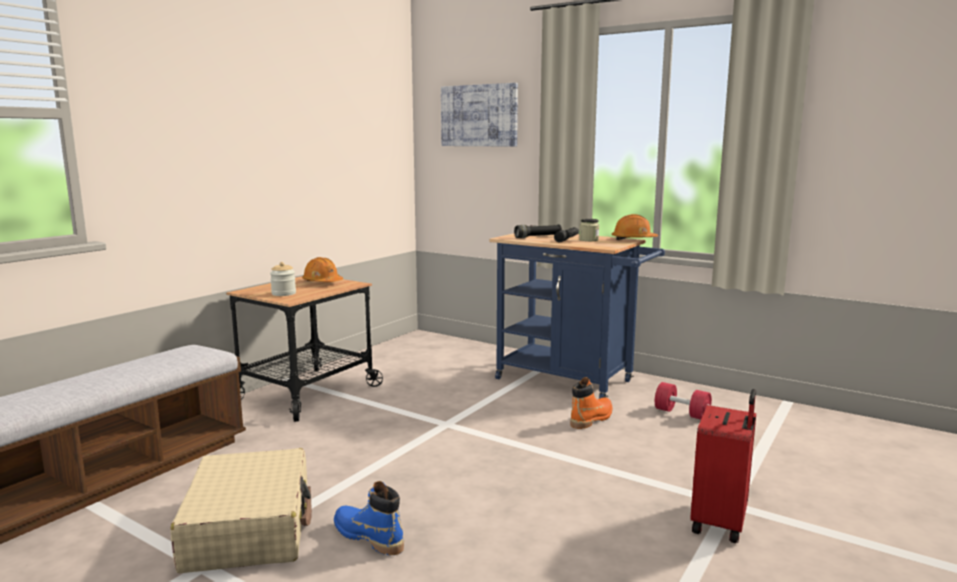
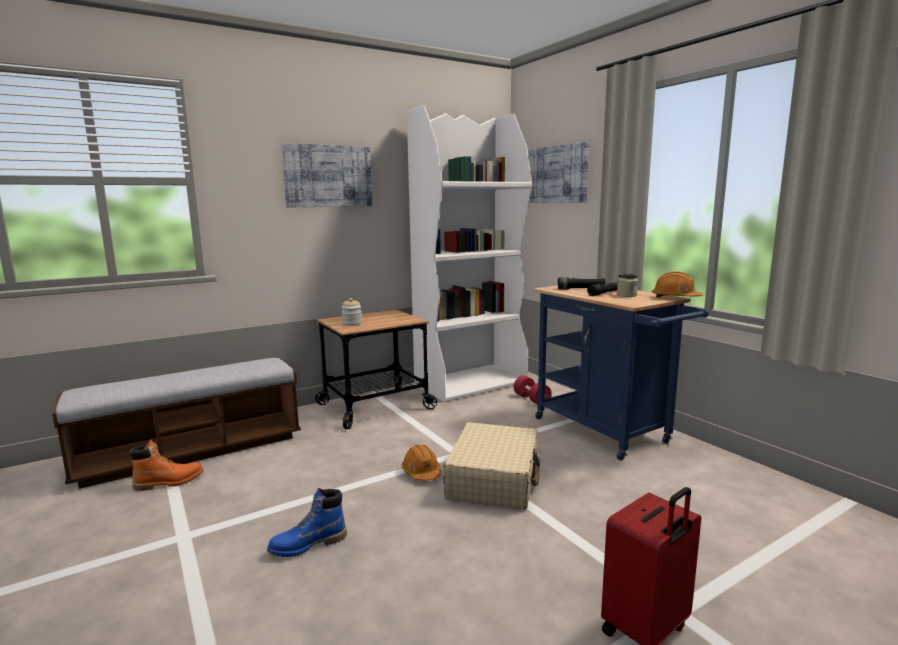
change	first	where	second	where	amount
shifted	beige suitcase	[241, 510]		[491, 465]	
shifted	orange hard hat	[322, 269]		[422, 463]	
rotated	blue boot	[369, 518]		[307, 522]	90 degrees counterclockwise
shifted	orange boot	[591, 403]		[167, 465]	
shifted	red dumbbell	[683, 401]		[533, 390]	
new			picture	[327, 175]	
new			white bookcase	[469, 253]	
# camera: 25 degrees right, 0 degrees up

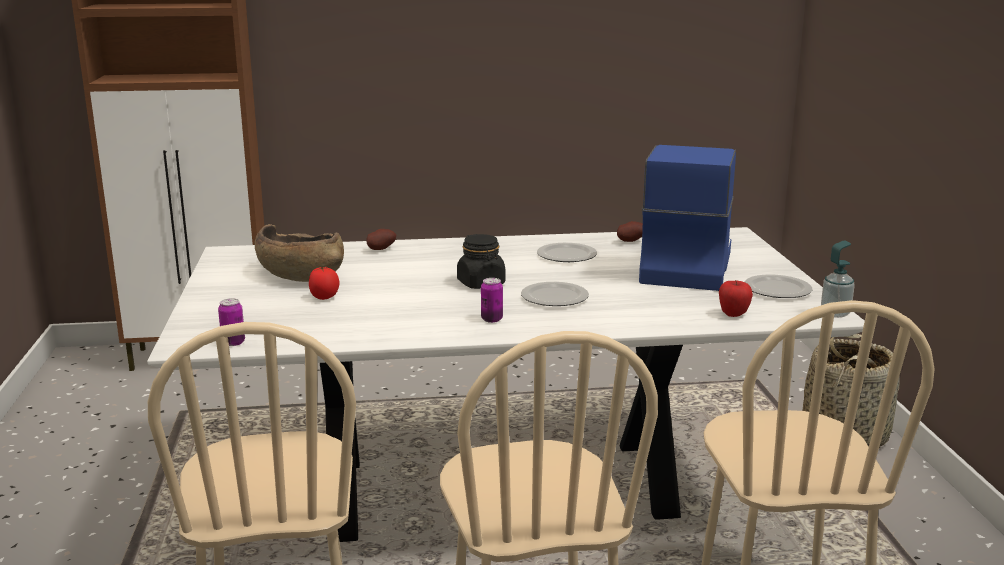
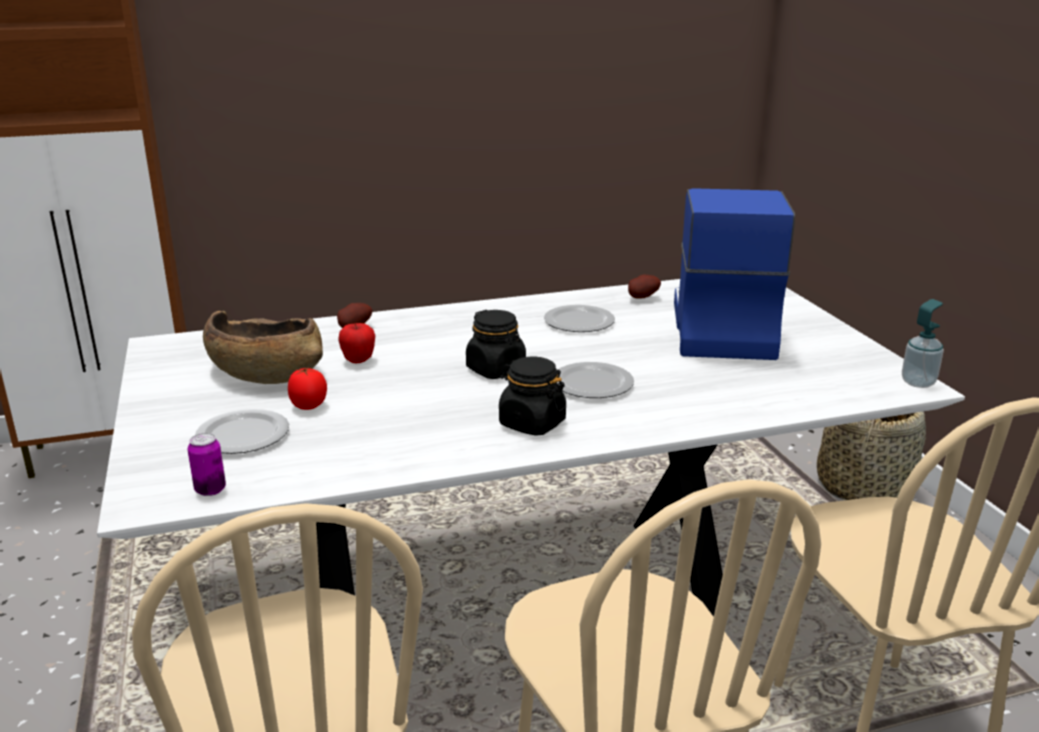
change	first	where	second	where	amount
swapped	can	[492, 300]	black jar	[532, 396]	
shifted	apple	[736, 299]		[356, 343]	
shifted	plate	[778, 286]		[242, 431]	
# camera: 10 degrees left, 5 degrees up

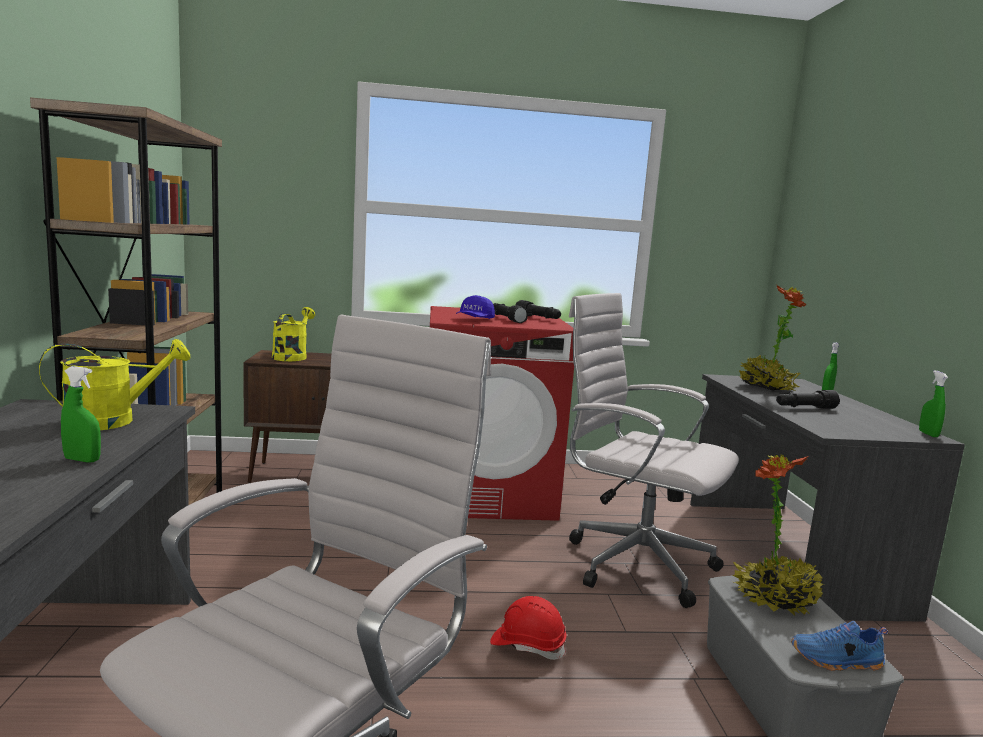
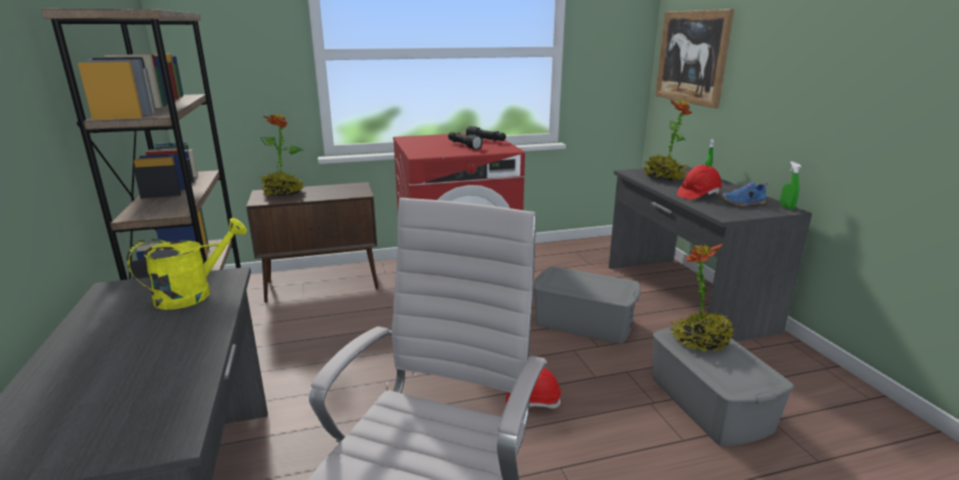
change	first	where	second	where	amount
gone	green spray bottle	[81, 414]			
swapped	yellow watering can	[293, 334]	potted plant	[282, 154]	
gone	blue cap	[475, 307]			
swapped	white office chair	[654, 450]	grey storage box	[587, 305]	
swapped	black flashlight	[808, 399]	red hard hat	[699, 182]	
shifted	blue shoe	[839, 646]		[745, 194]	
new			picture	[694, 58]	
# camera: 10 degrees left, 10 degrees up

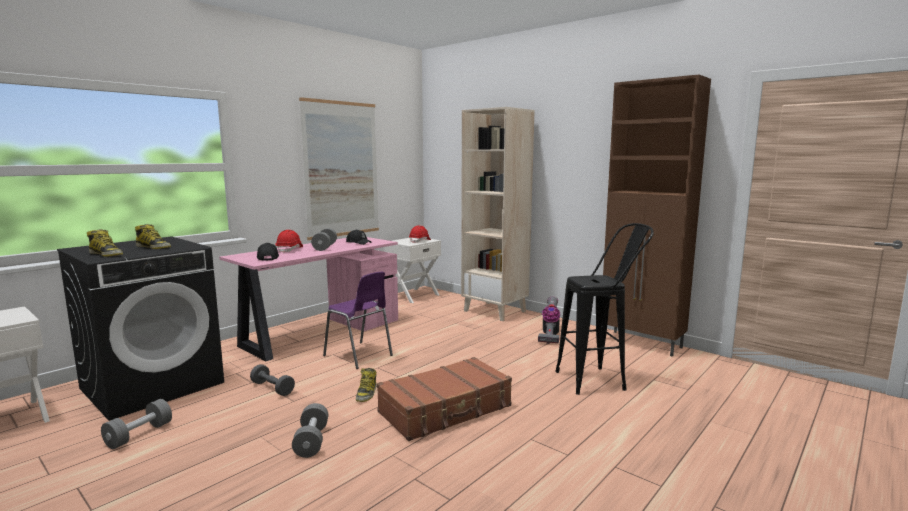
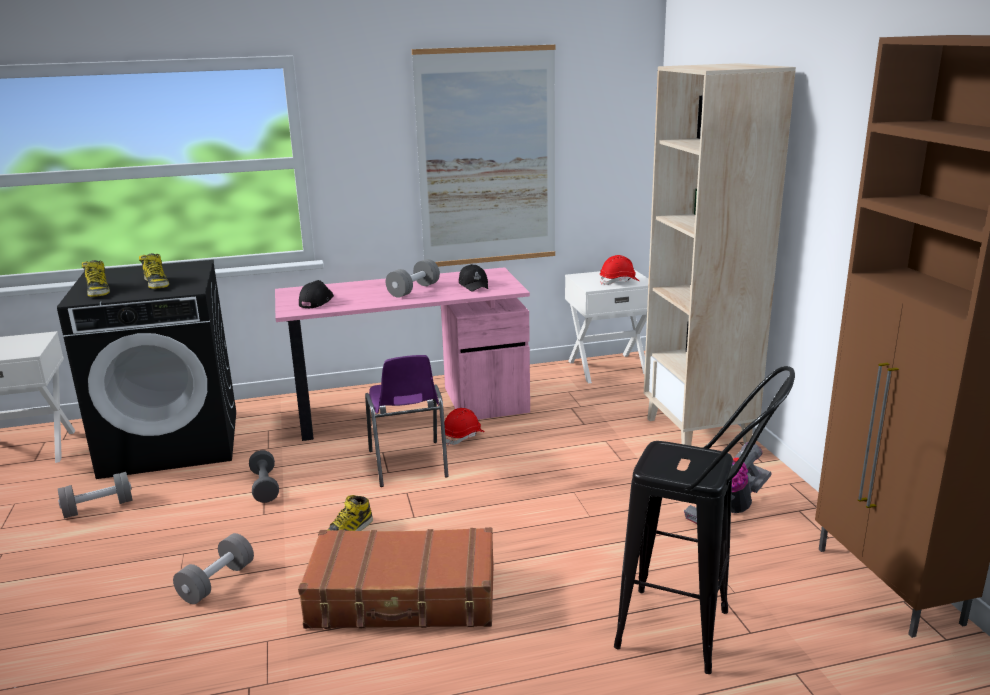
change	first	where	second	where	amount
shifted	red hard hat	[289, 241]		[464, 427]	
# camera: 35 degrees right, 10 degrees up

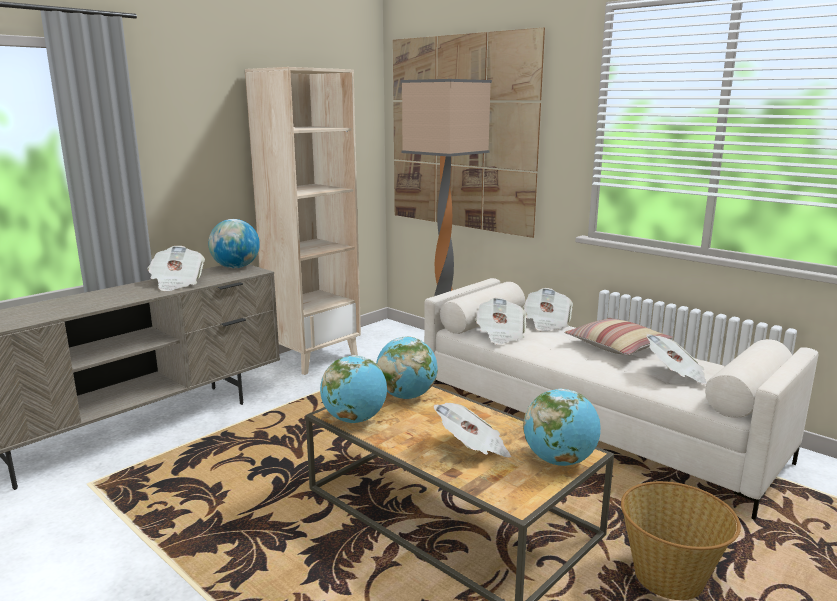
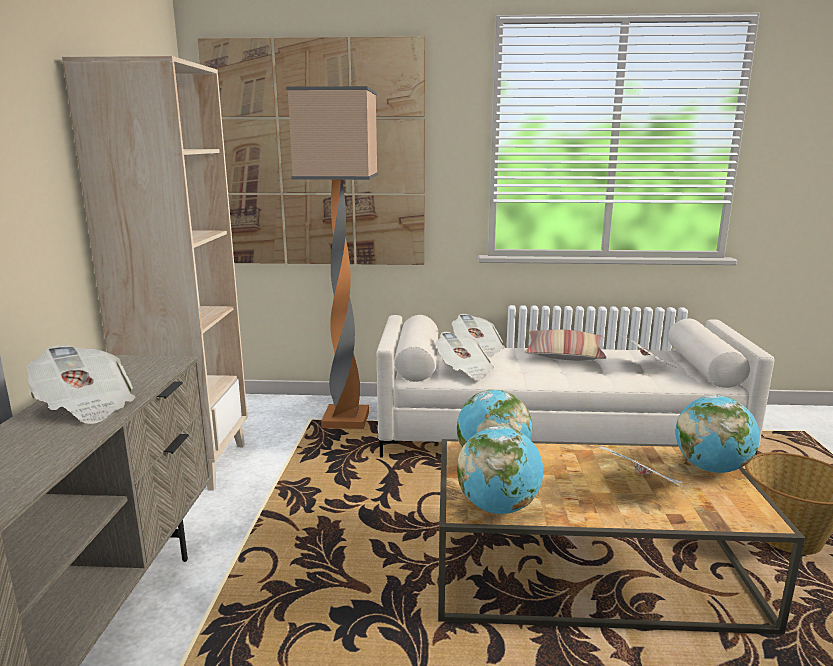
change	first	where	second	where	amount
gone	globe	[234, 243]			
# camera: 40 degrees left, 0 degrees up

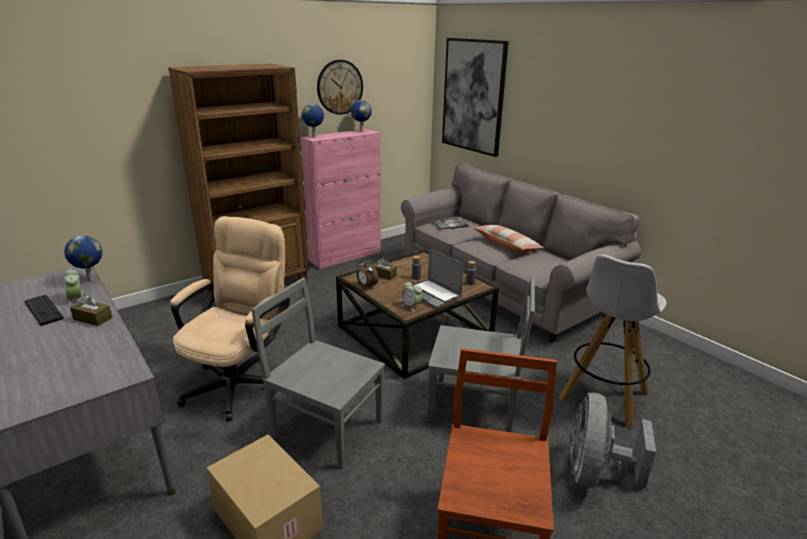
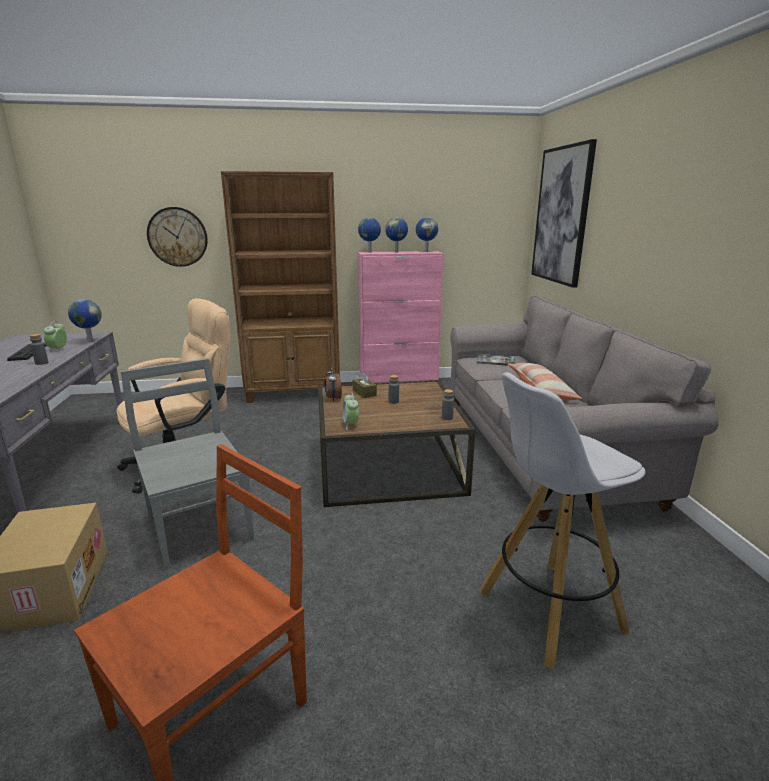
change	first	where	second	where	amount
swapped	brown tissue box	[91, 310]	grey bottle	[39, 349]	
shifted	wall clock	[340, 87]		[177, 237]	
gone	laptop	[438, 278]			
gone	grey chair	[481, 354]			
gone	grey fan	[612, 440]			
new			globe	[396, 234]	
# camera: 30 degrees right, 5 degrees down

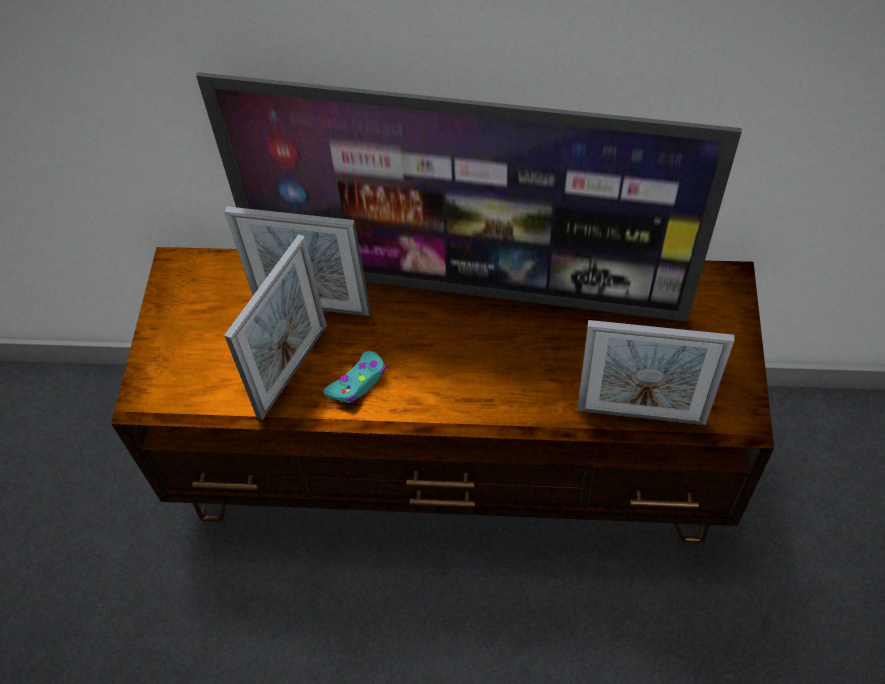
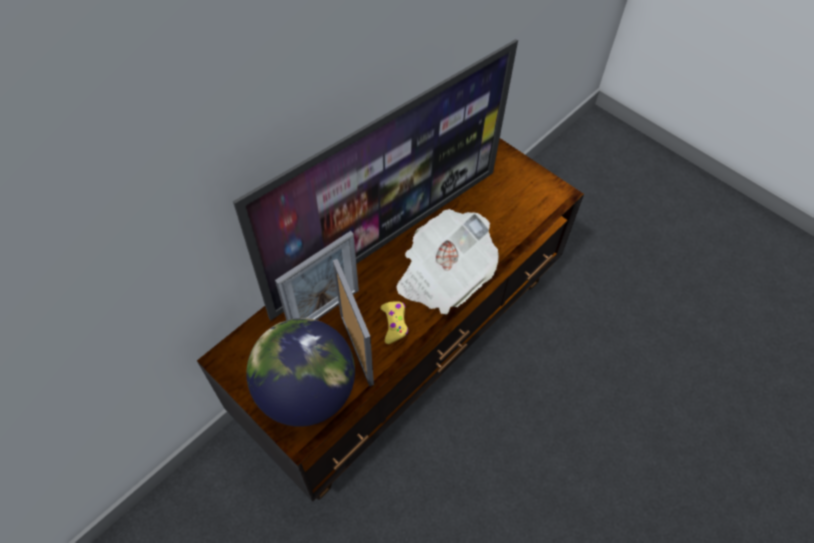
change	first	where	second	where	amount
repainted	turquoise game controller	[354, 377]	yellow game controller	[394, 322]	
gone	picture frame	[655, 372]			
new			globe	[300, 372]	
new			newspaper	[447, 262]	
# camera: 55 degrees left, 0 degrees up

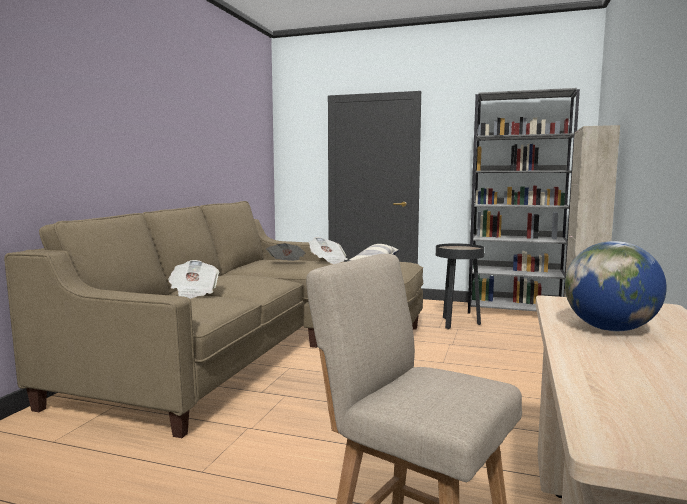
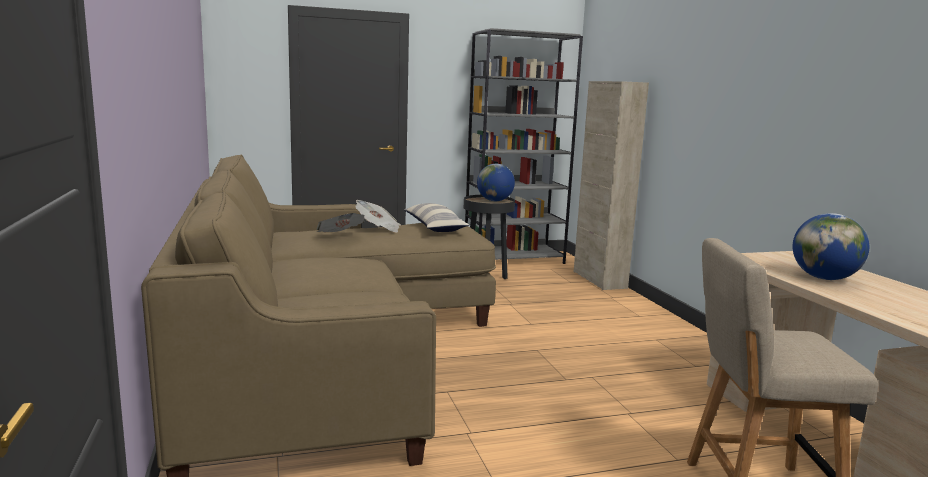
change	first	where	second	where	amount
gone	newspaper	[193, 279]			
new			globe	[496, 182]	
# camera: 35 degrees left, 5 degrees up

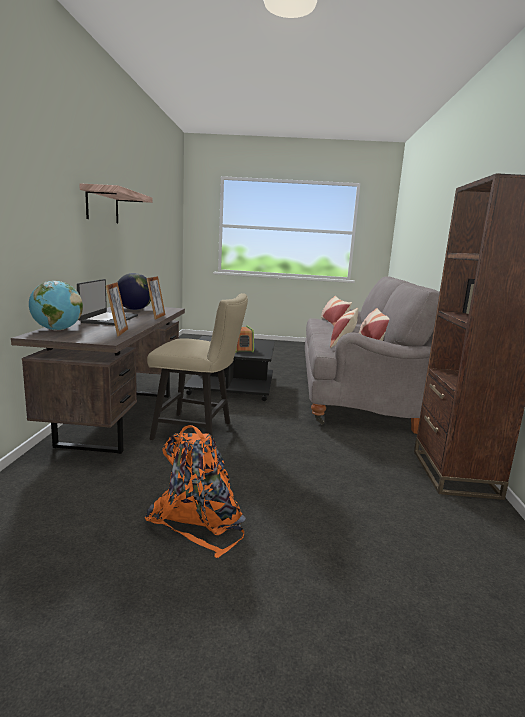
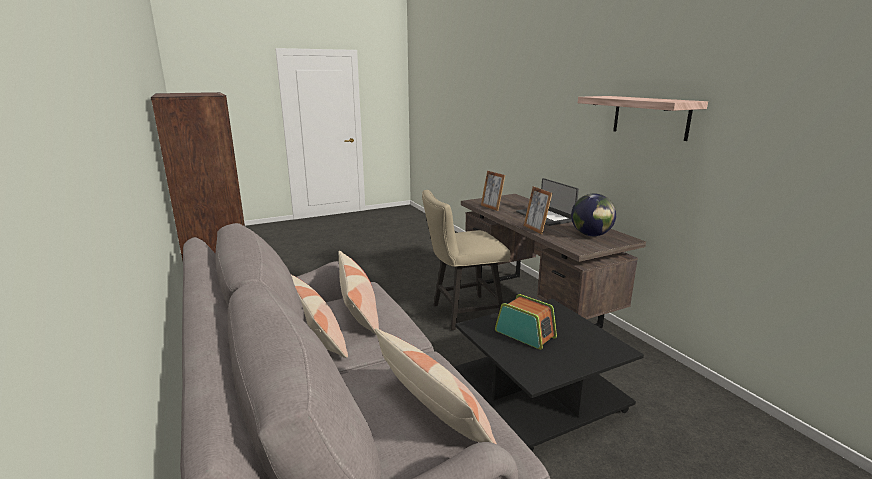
change	first	where	second	where	amount
gone	globe	[56, 305]			
gone	orange backpack	[195, 491]			
# camera: 150 degrees right, 5 degrees up

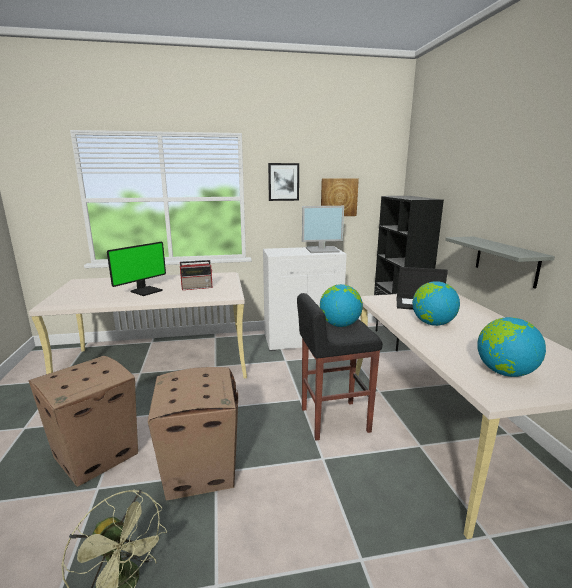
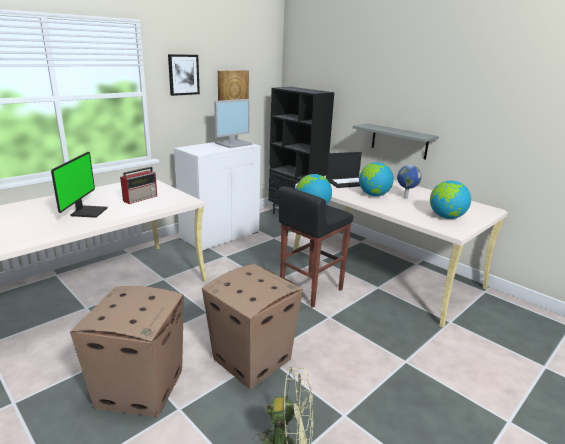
change	first	where	second	where	amount
new			globe	[409, 182]	
# camera: 35 degrees left, 5 degrees up

